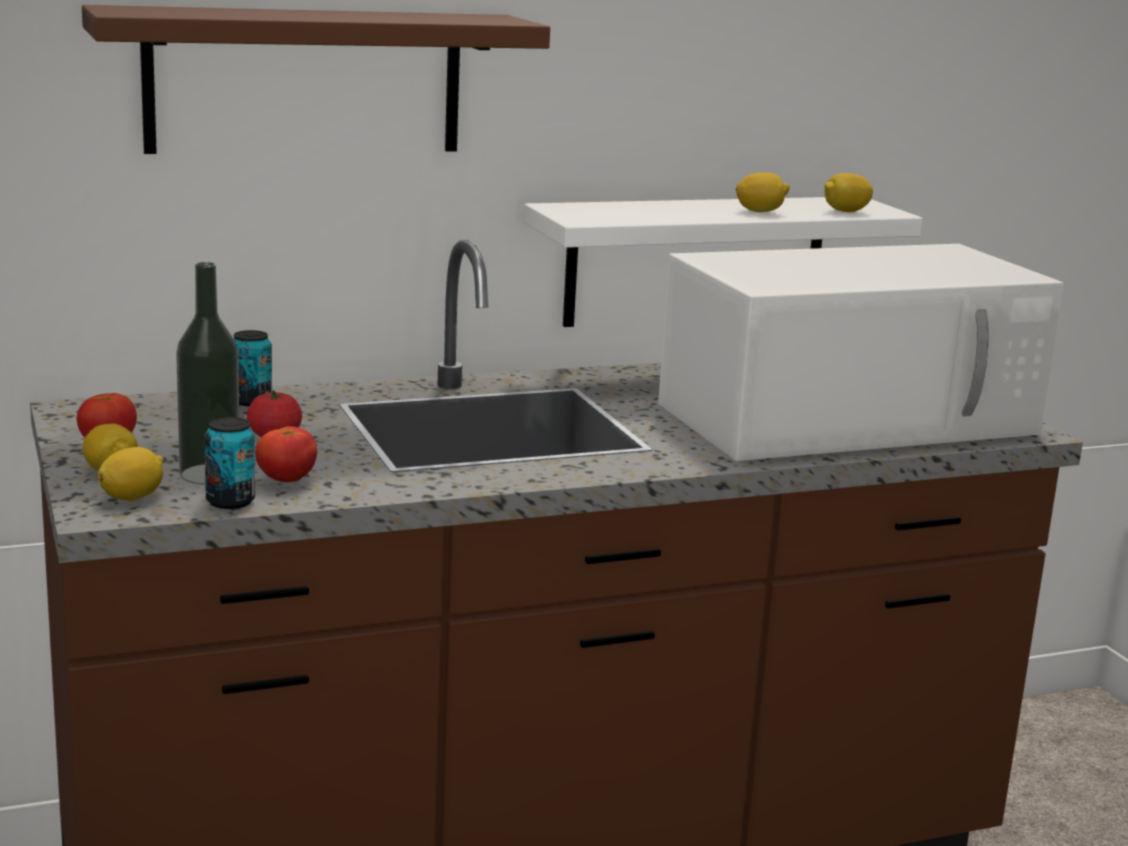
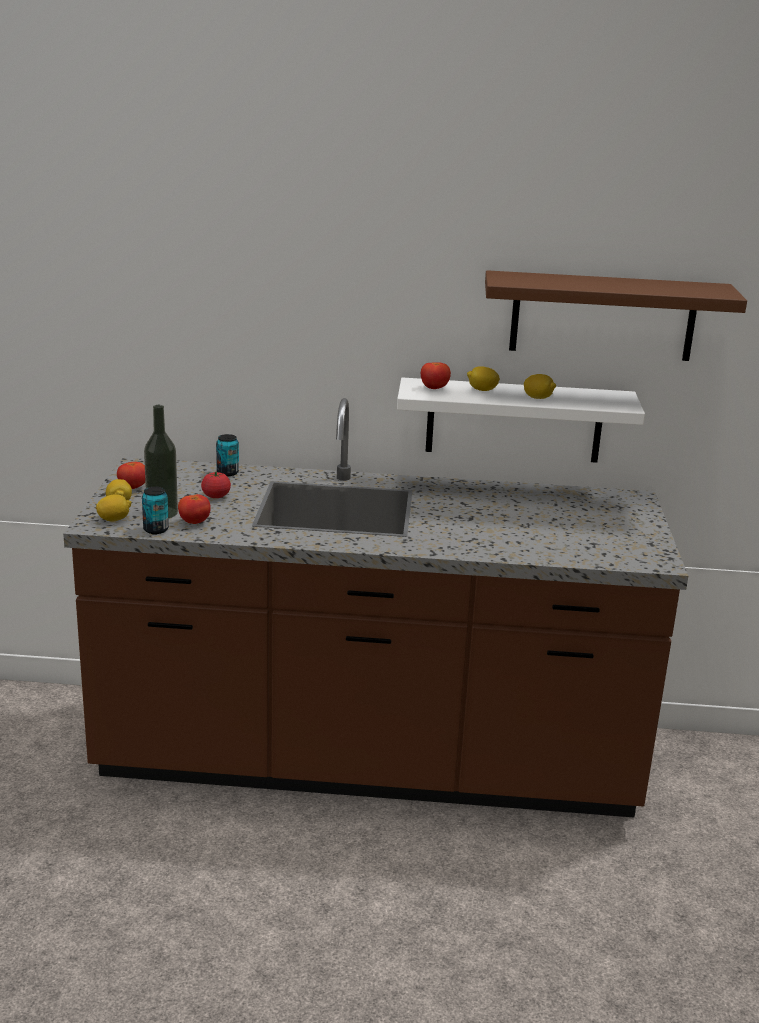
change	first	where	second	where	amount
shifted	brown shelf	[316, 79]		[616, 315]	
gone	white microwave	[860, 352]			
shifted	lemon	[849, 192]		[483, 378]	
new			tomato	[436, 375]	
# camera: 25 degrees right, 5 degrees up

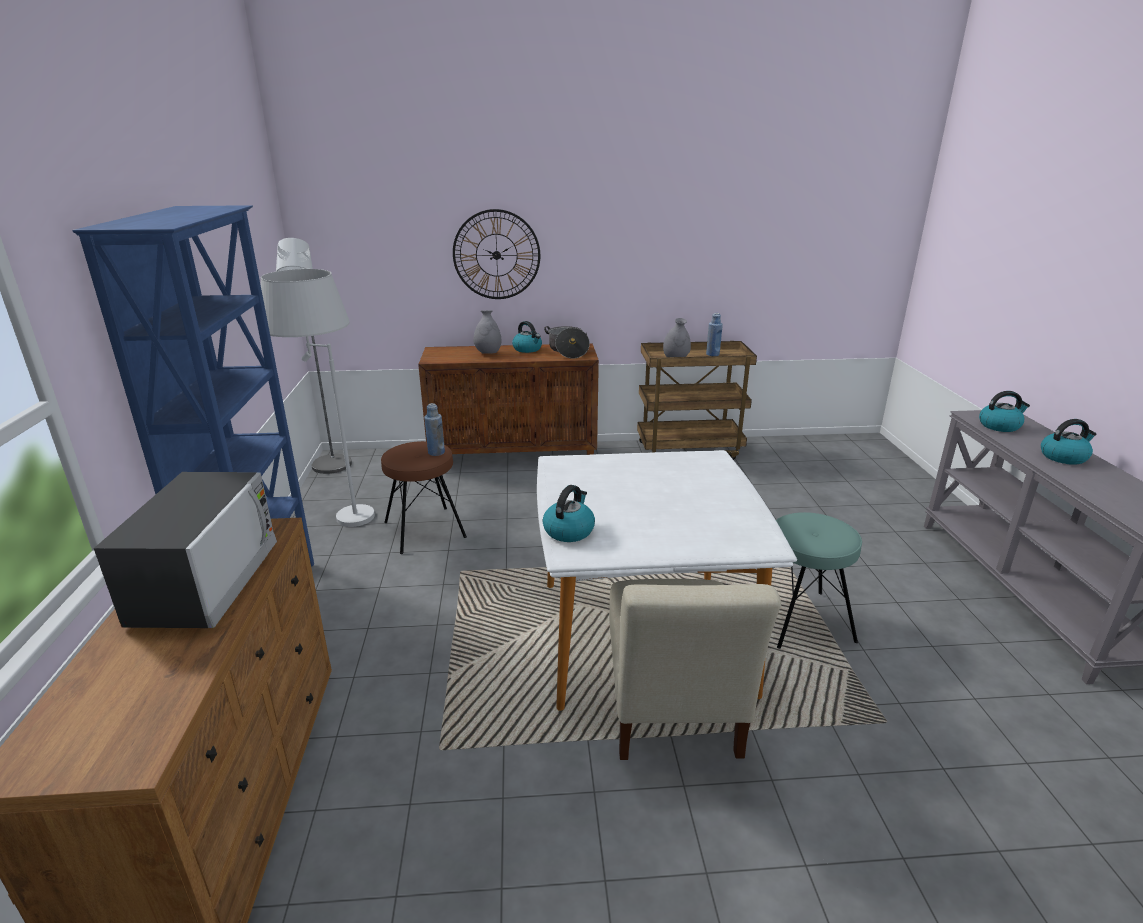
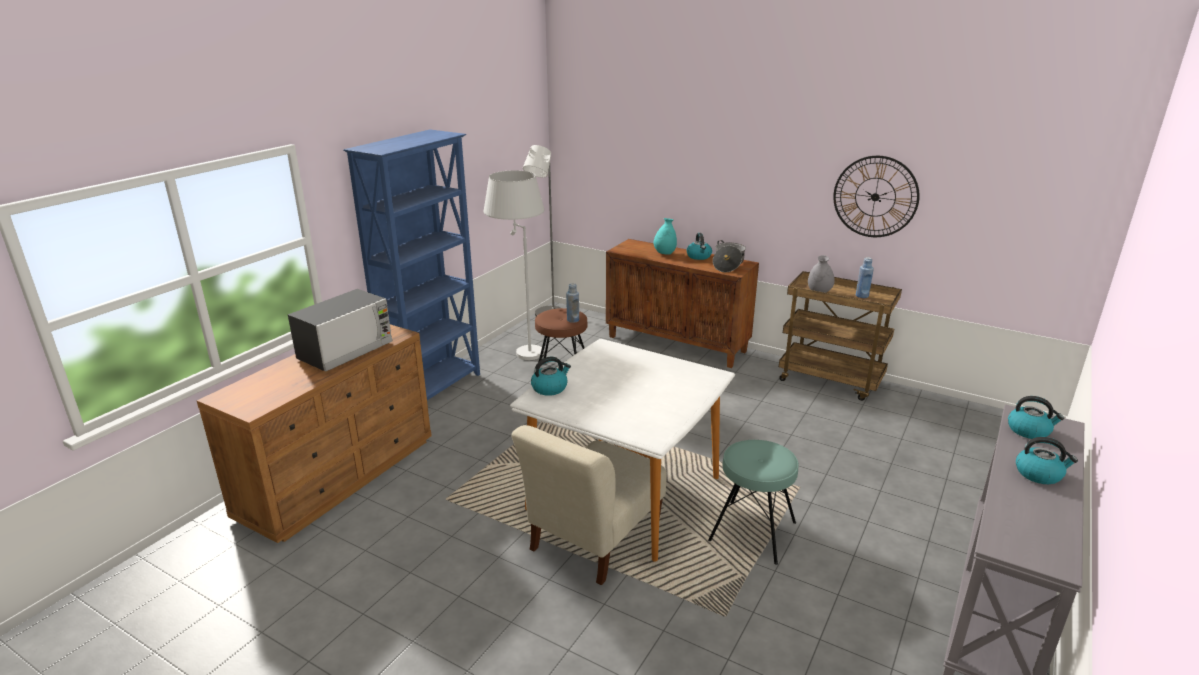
change	first	where	second	where	amount
shifted	wall clock	[496, 254]		[876, 196]	
repainted	grey vase	[487, 332]	turquoise vase	[665, 236]	
# camera: 35 degrees right, 0 degrees up

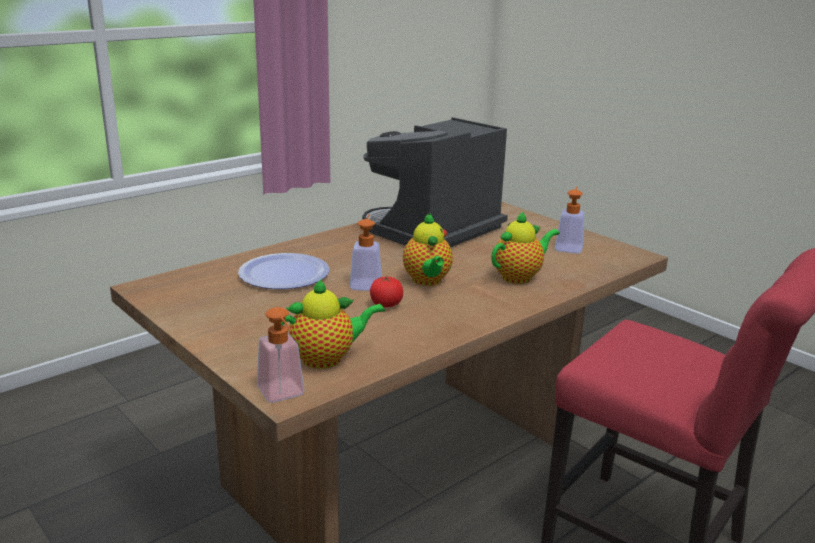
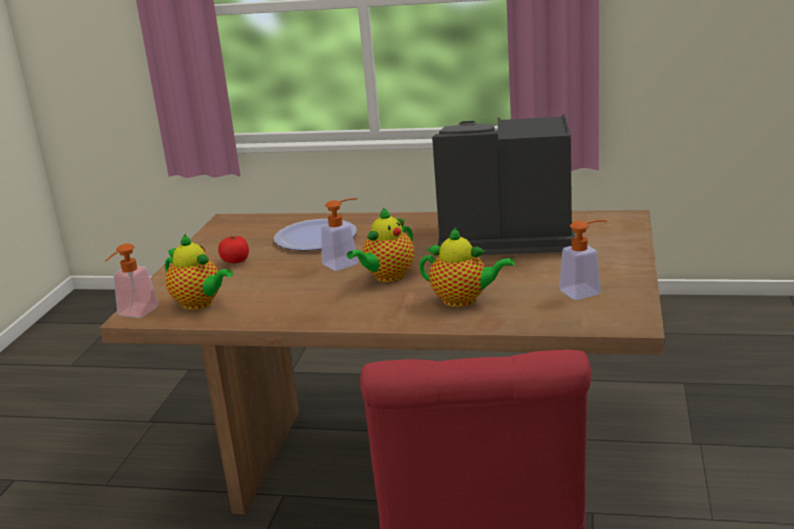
change	first	where	second	where	amount
shifted	tomato	[386, 291]		[233, 249]	
# camera: 55 degrees right, 0 degrees up

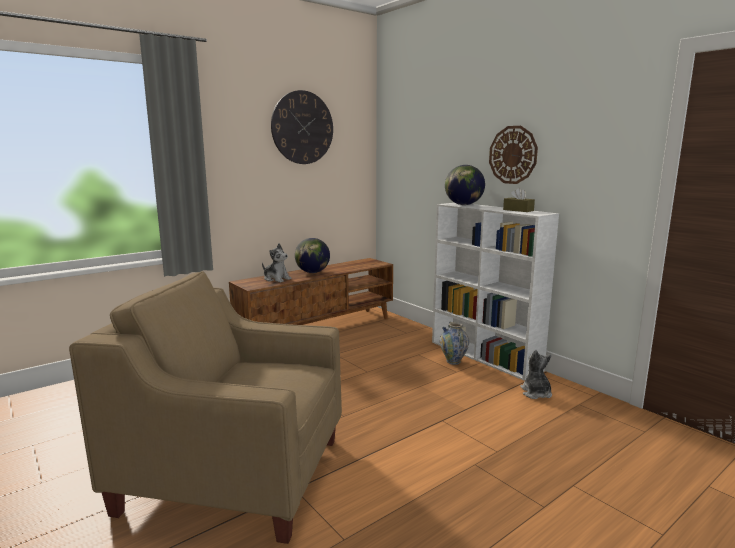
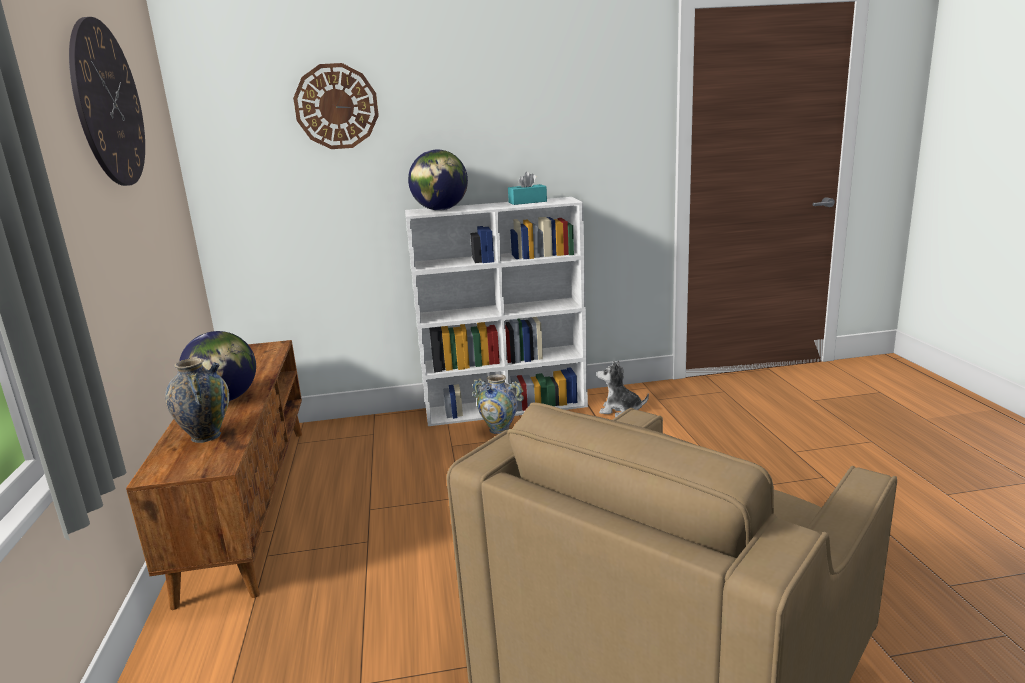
change	first	where	second	where	amount
swapped	plush toy	[276, 262]	vase	[197, 400]	
shifted	wall clock	[513, 155]		[336, 106]	
repainted	brown tissue box	[519, 200]	turquoise tissue box	[527, 188]	
# camera: 60 degrees left, 5 degrees up

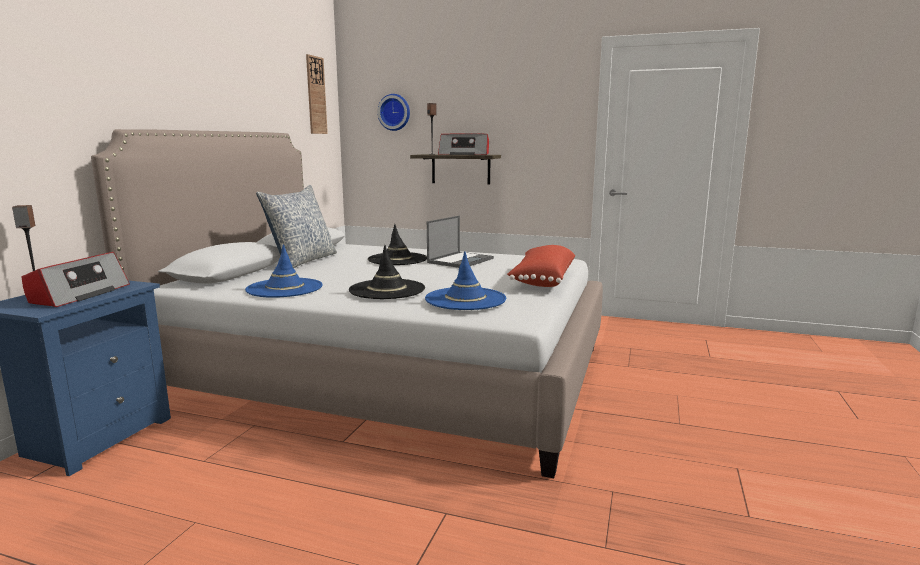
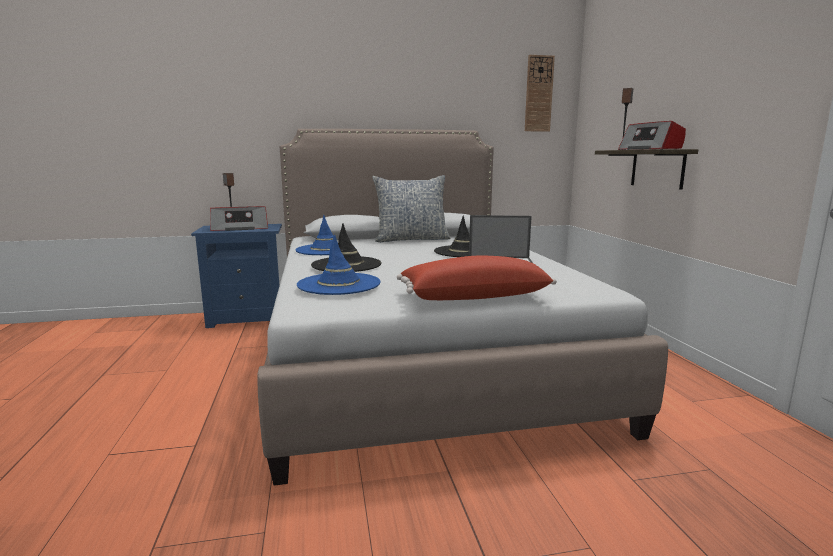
change	first	where	second	where	amount
gone	wall clock	[393, 112]			
# camera: 60 degrees right, 0 degrees up

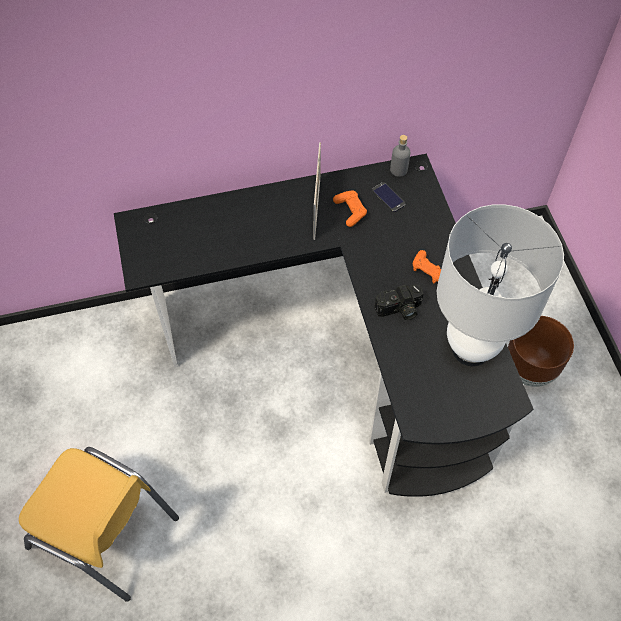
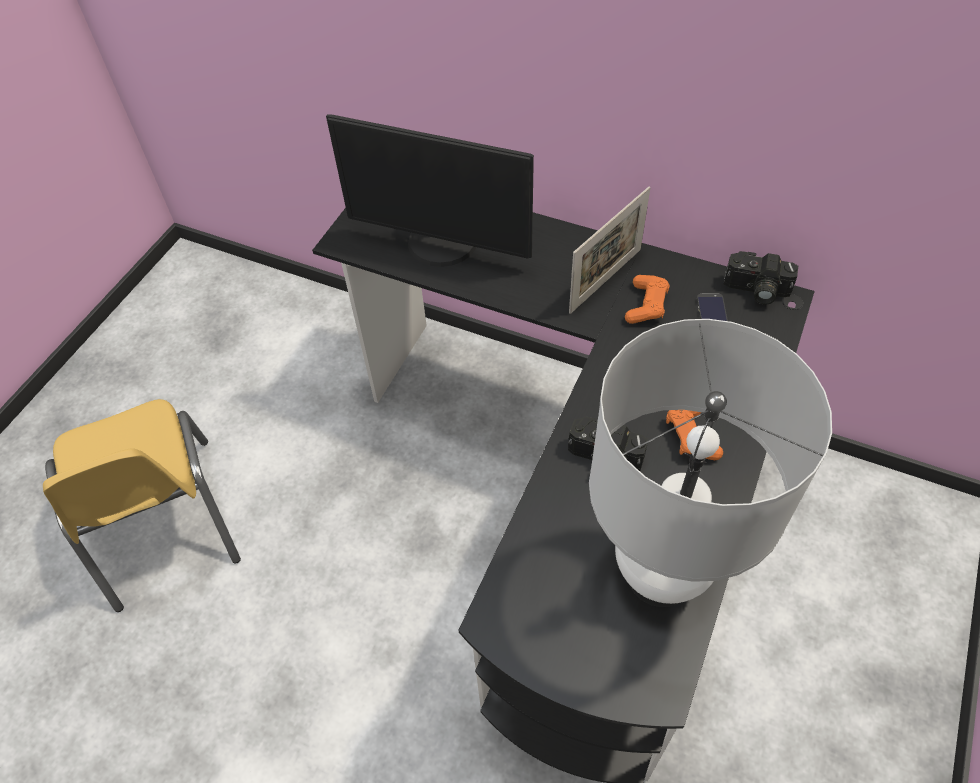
change	first	where	second	where	amount
swapped	grey bottle	[400, 156]	photo camera	[761, 278]	
gone	brown planter	[541, 351]			
new			monitor	[430, 190]	
# camera: 40 degrees right, 5 degrees down

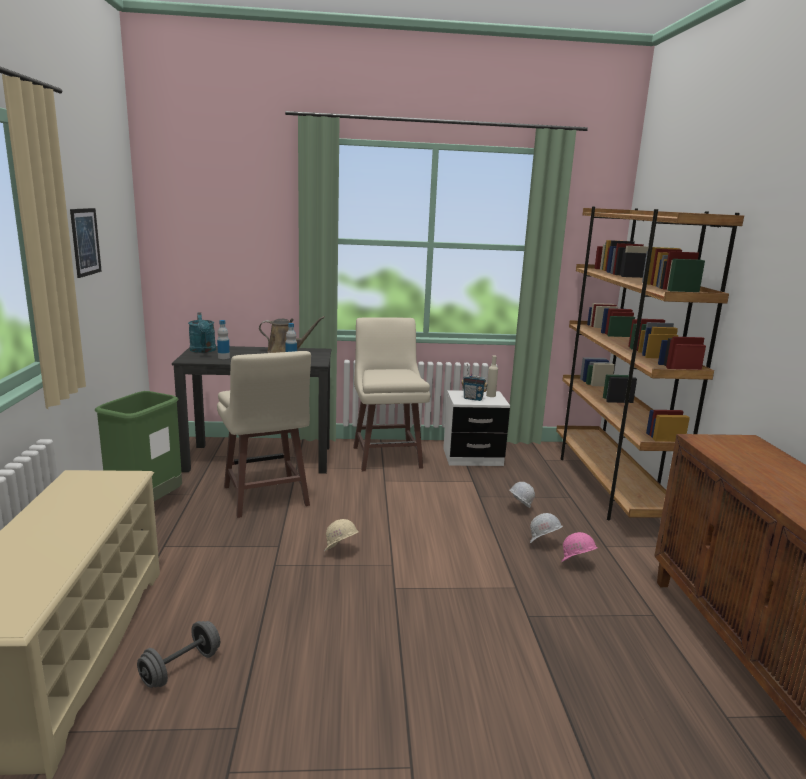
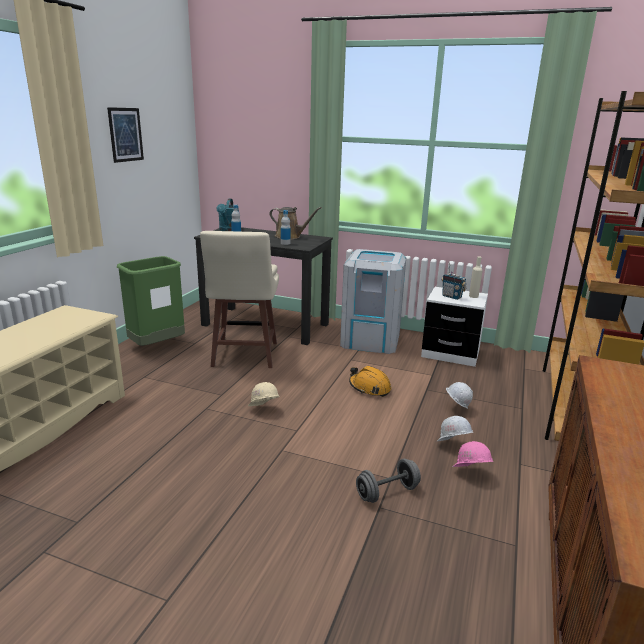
change	first	where	second	where	amount
shifted	grey dumbbell	[178, 654]		[388, 481]	
swapped	beige stool	[391, 394]	grey trash can	[373, 301]	
new			orange hard hat	[370, 381]	
# camera: 25 degrees right, 5 degrees up

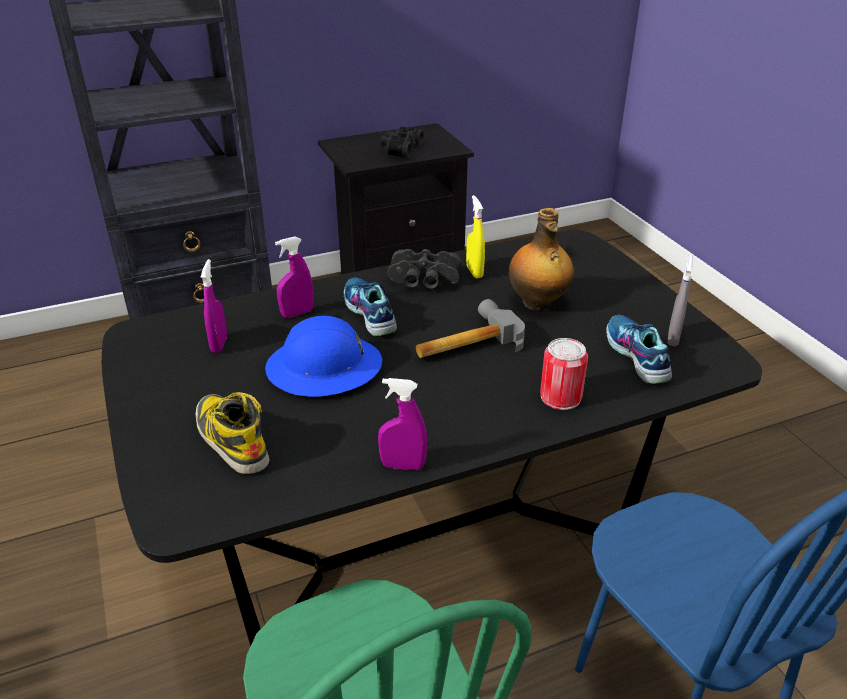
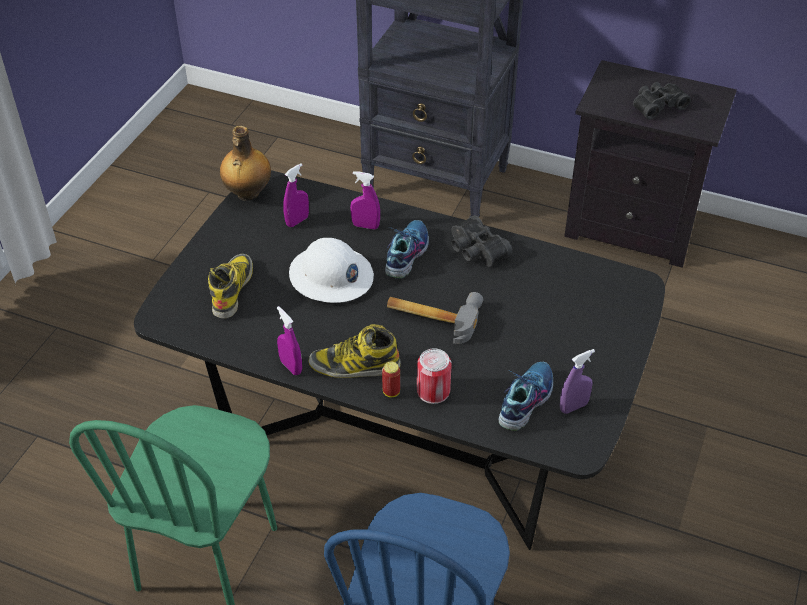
change	first	where	second	where	amount
repainted	blue hard hat	[323, 356]	white hard hat	[331, 270]	
gone	yellow spray bottle	[475, 236]			
shifted	bottle	[541, 259]		[245, 163]	
repainted	grey spray bottle	[680, 300]	purple spray bottle	[577, 381]	
new			boot	[354, 351]	
new			can	[391, 379]	
# camera: 45 degrees right, 10 degrees up

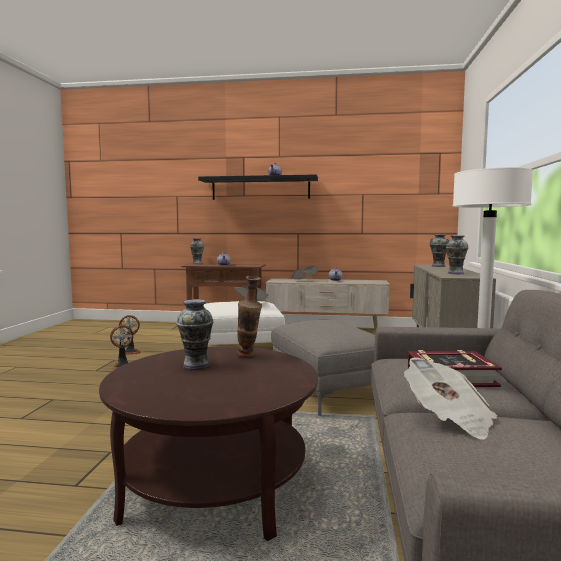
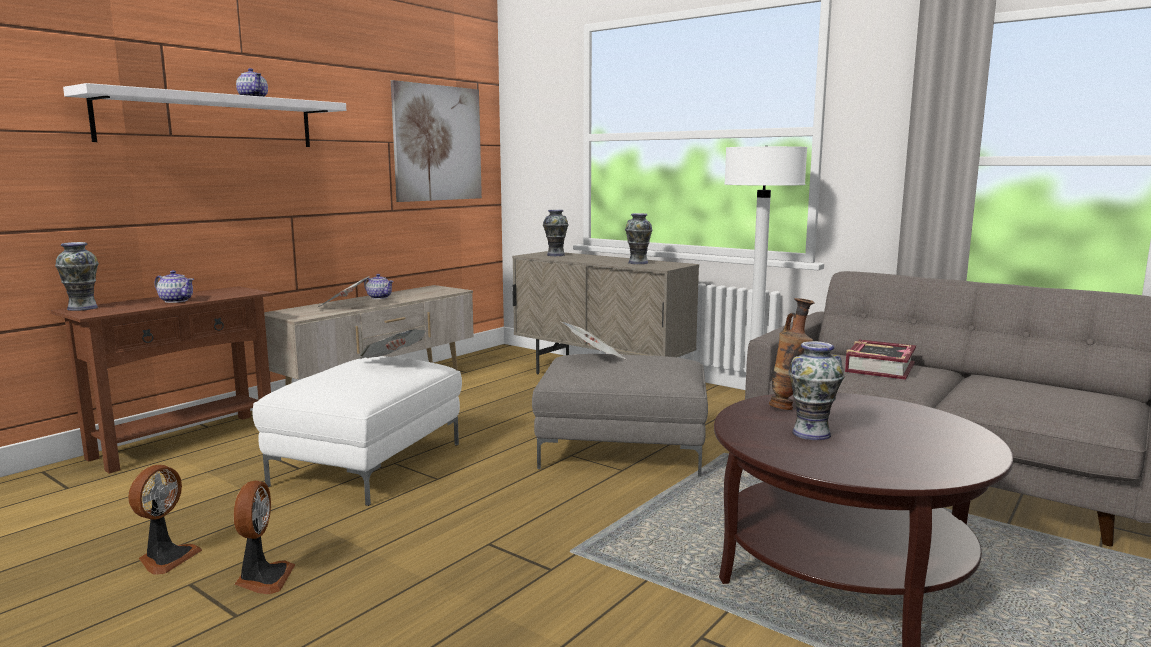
change	first	where	second	where	amount
repainted	black shelf	[258, 187]	white shelf	[204, 115]	
shifted	newspaper	[450, 398]		[594, 341]	
new			picture	[436, 141]	
# camera: 60 degrees left, 5 degrees up

